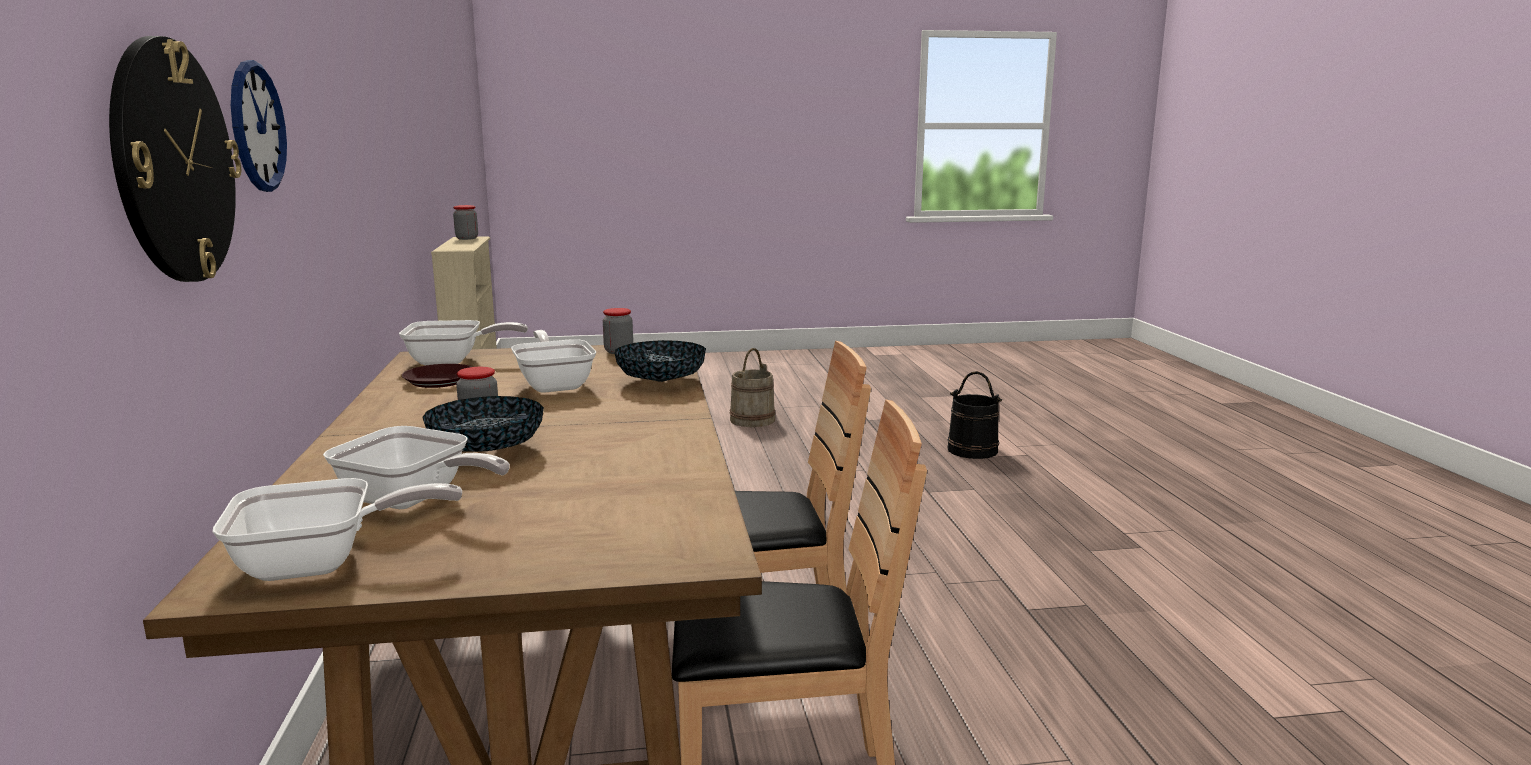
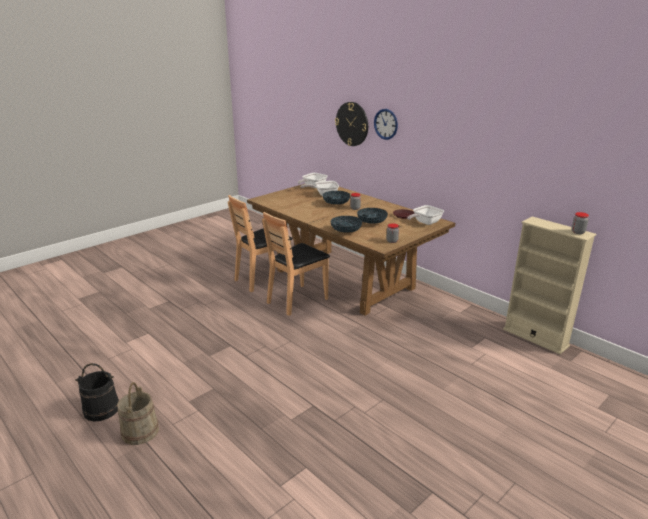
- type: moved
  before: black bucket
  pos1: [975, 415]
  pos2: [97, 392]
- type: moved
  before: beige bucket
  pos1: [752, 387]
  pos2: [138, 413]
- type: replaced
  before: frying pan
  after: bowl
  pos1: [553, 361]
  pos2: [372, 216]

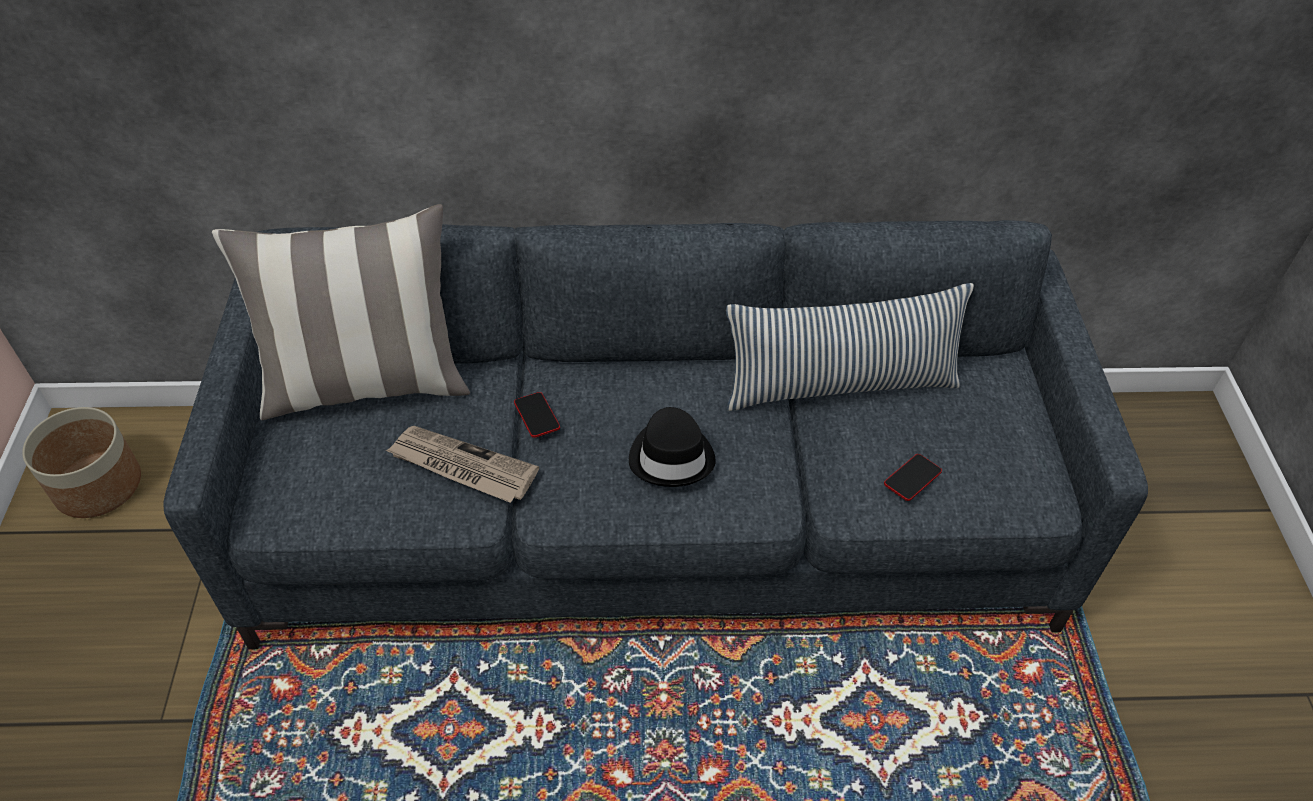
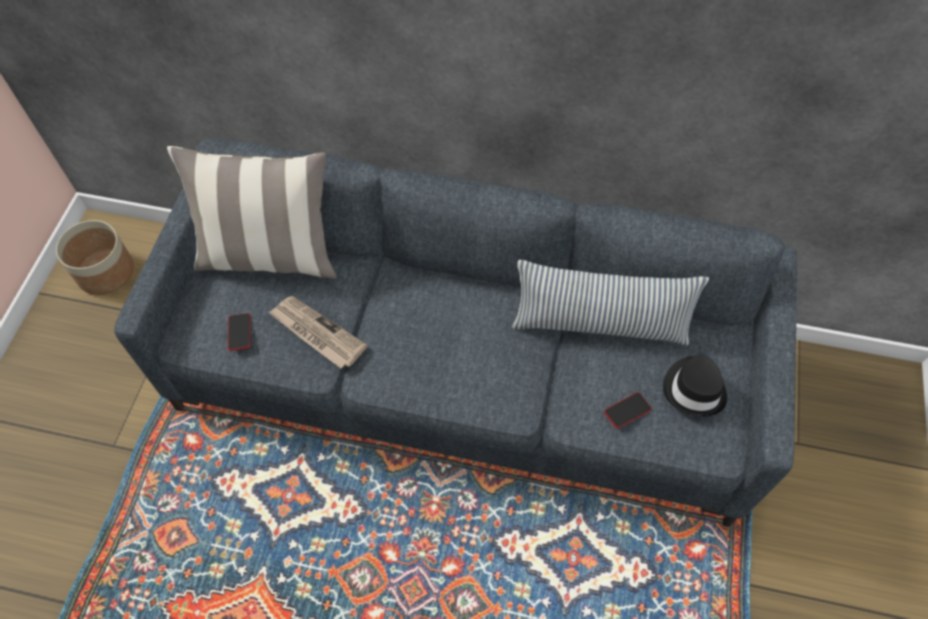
- type: moved
  before: phone
  pos1: [537, 415]
  pos2: [239, 332]
- type: moved
  before: black hat
  pos1: [672, 447]
  pos2: [695, 385]

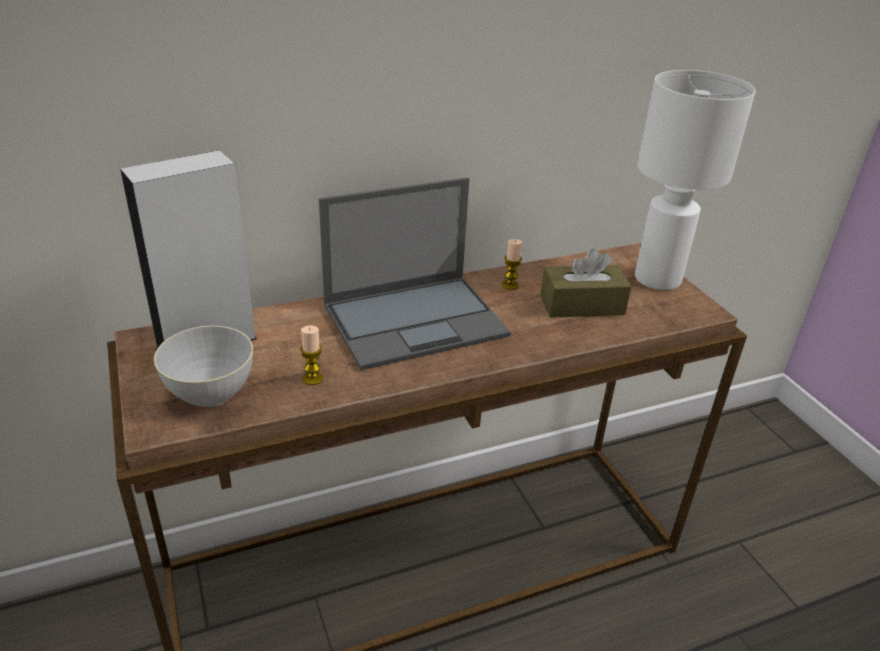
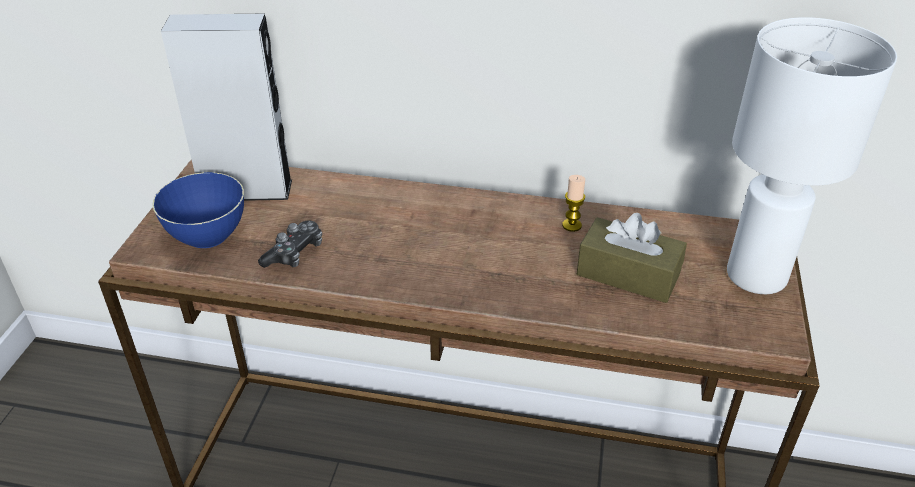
- type: recoloured
  before: grey bowl
  after: blue bowl
  pos1: [203, 366]
  pos2: [198, 210]
- type: replaced
  before: candle
  after: game controller
  pos1: [311, 355]
  pos2: [290, 244]
- type: removed
  before: laptop
  pos1: [415, 273]

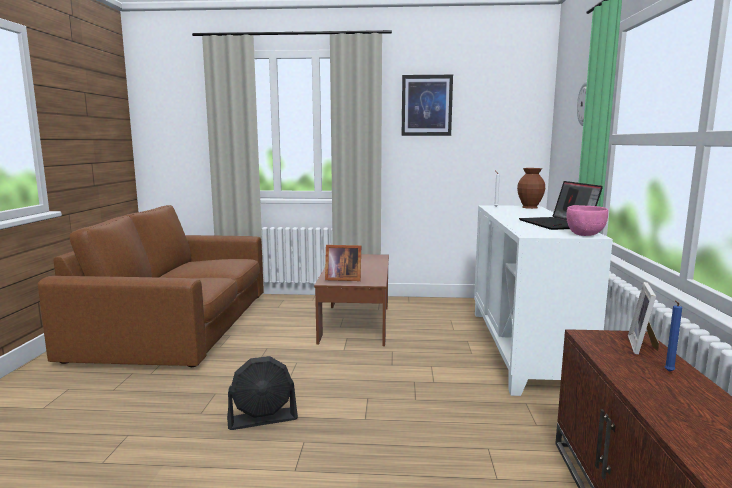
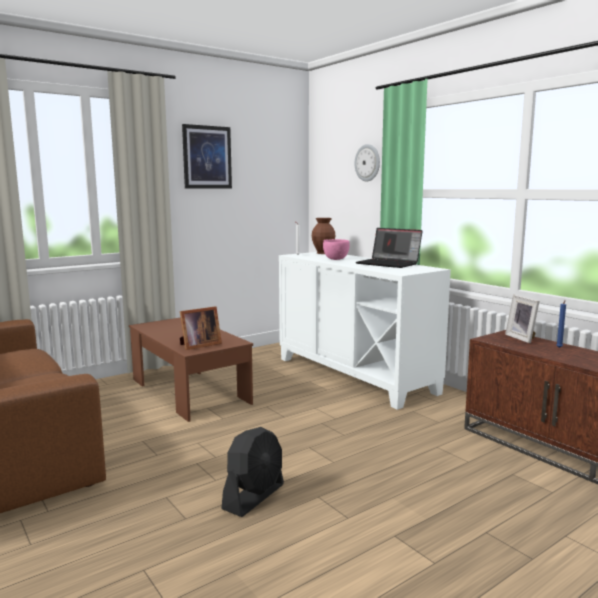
- type: moved
  before: pink bowl
  pos1: [587, 220]
  pos2: [336, 249]

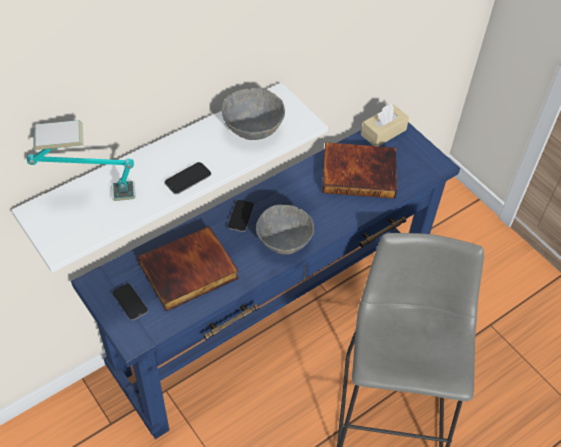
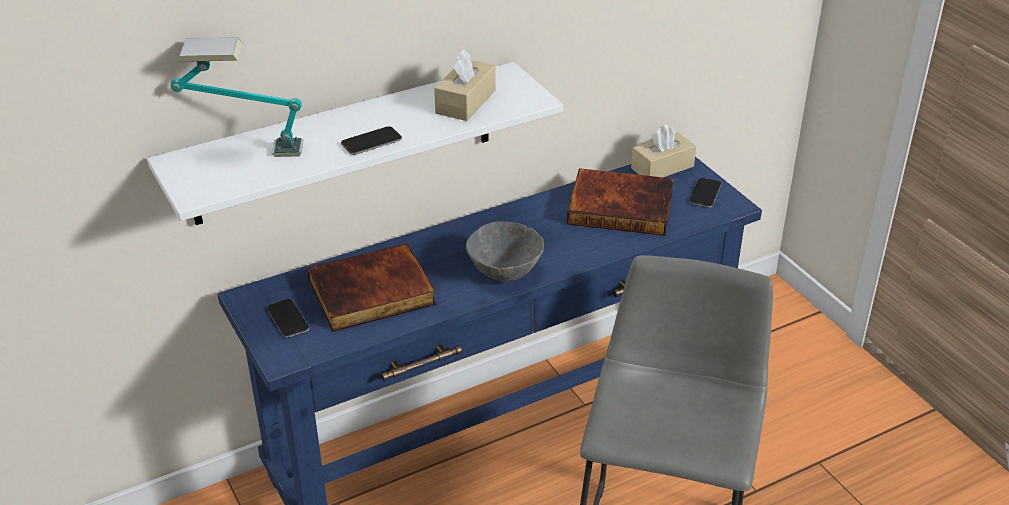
- type: replaced
  before: grey bowl
  after: beige tissue box
  pos1: [253, 114]
  pos2: [465, 85]
- type: moved
  before: phone
  pos1: [241, 216]
  pos2: [705, 193]

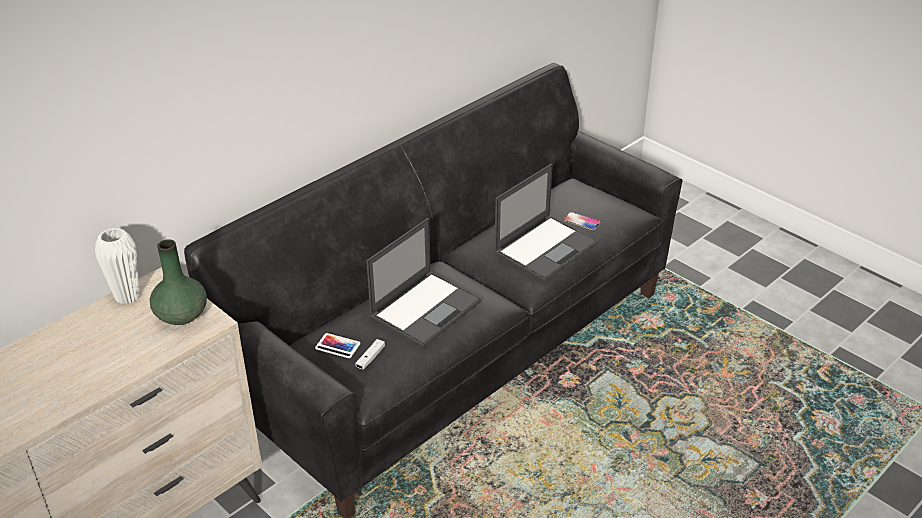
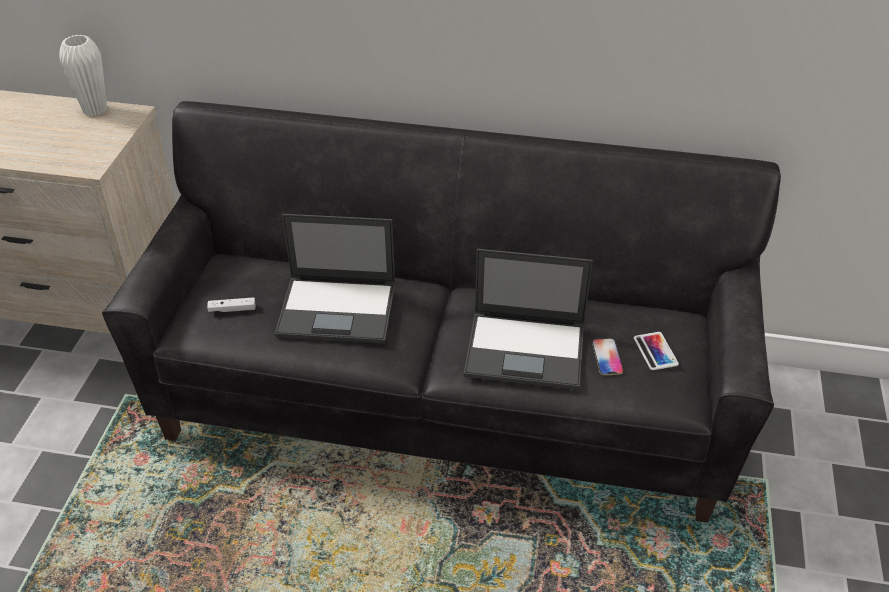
- type: moved
  before: phone
  pos1: [338, 345]
  pos2: [656, 351]
- type: removed
  before: green vase
  pos1: [178, 282]

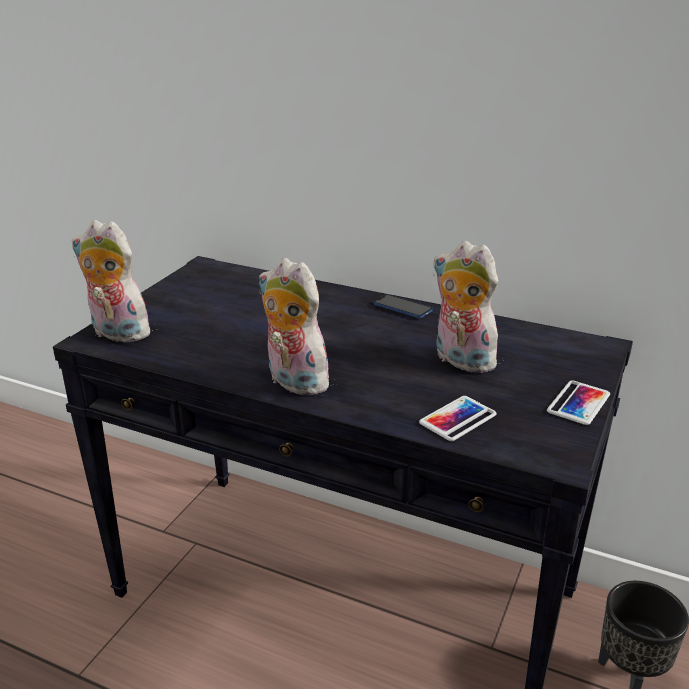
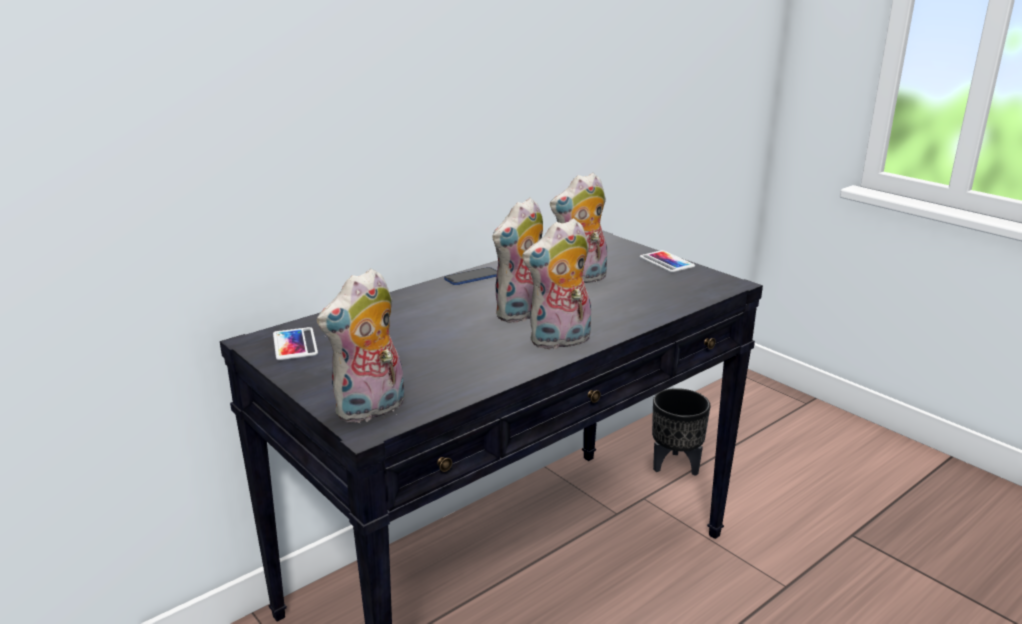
- type: moved
  before: phone
  pos1: [458, 418]
  pos2: [295, 343]
- type: added
  after: plush toy
  pos2: [518, 260]

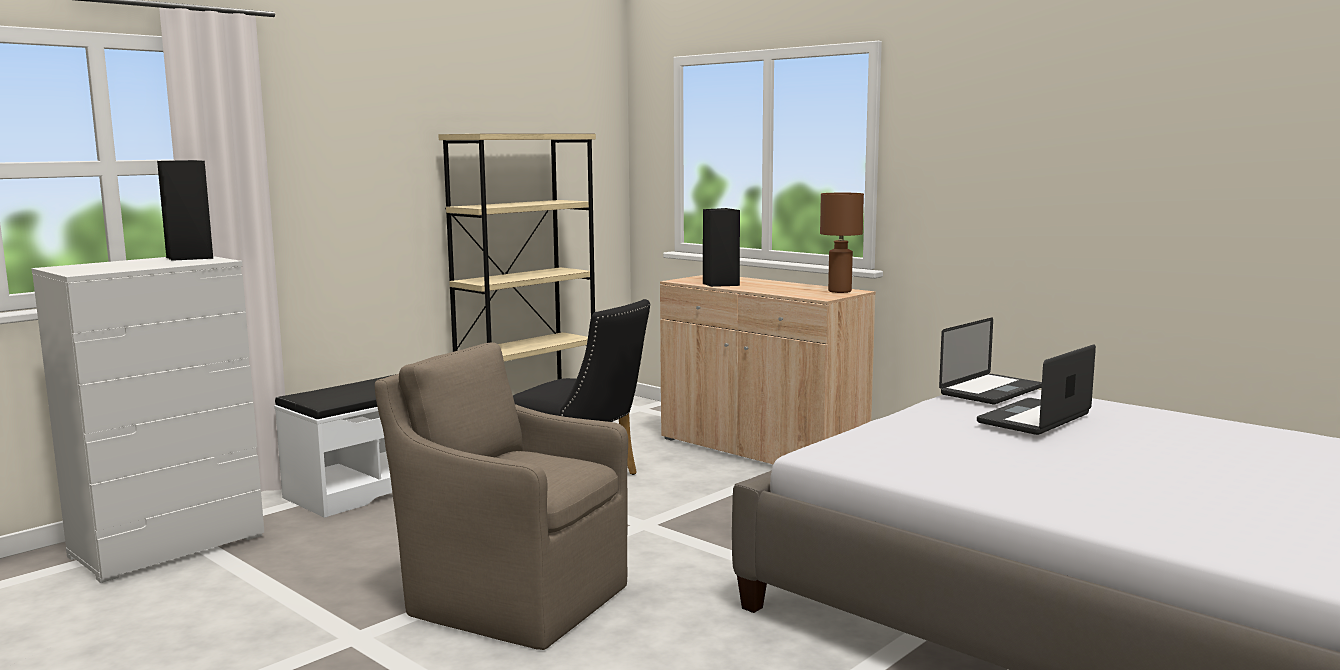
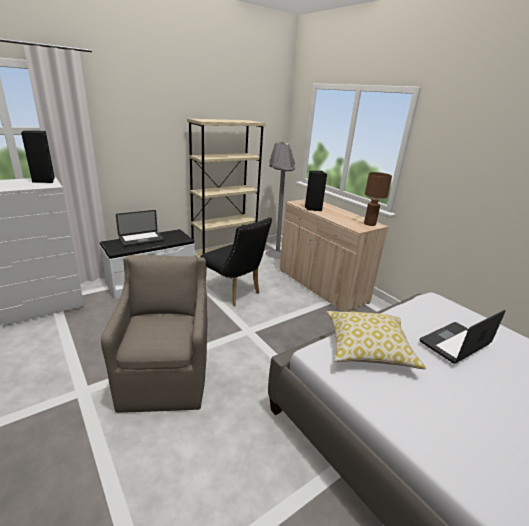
- type: turned
  before: brown armchair
  pos1: [501, 496]
  pos2: [154, 334]
  turn: 45
- type: moved
  before: laptop
  pos1: [990, 360]
  pos2: [140, 228]
- type: added
  after: grey floor lamp
  pos2: [280, 200]
- type: added
  after: pillow
  pos2: [376, 340]

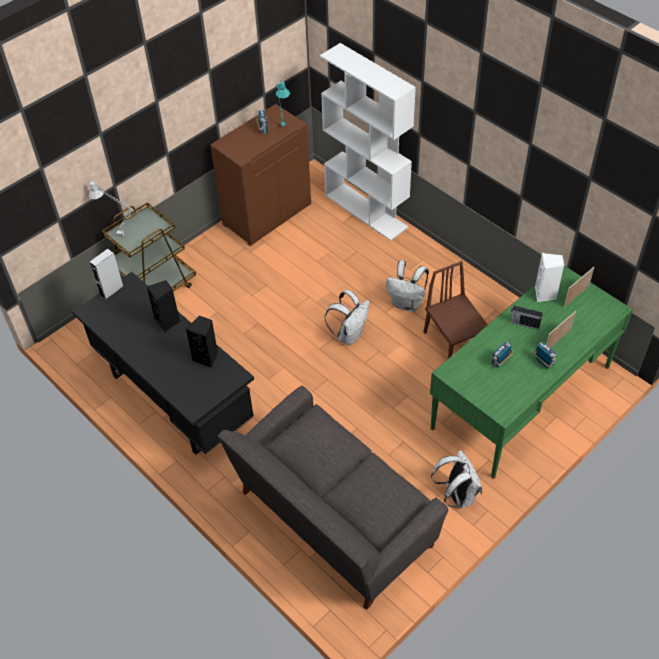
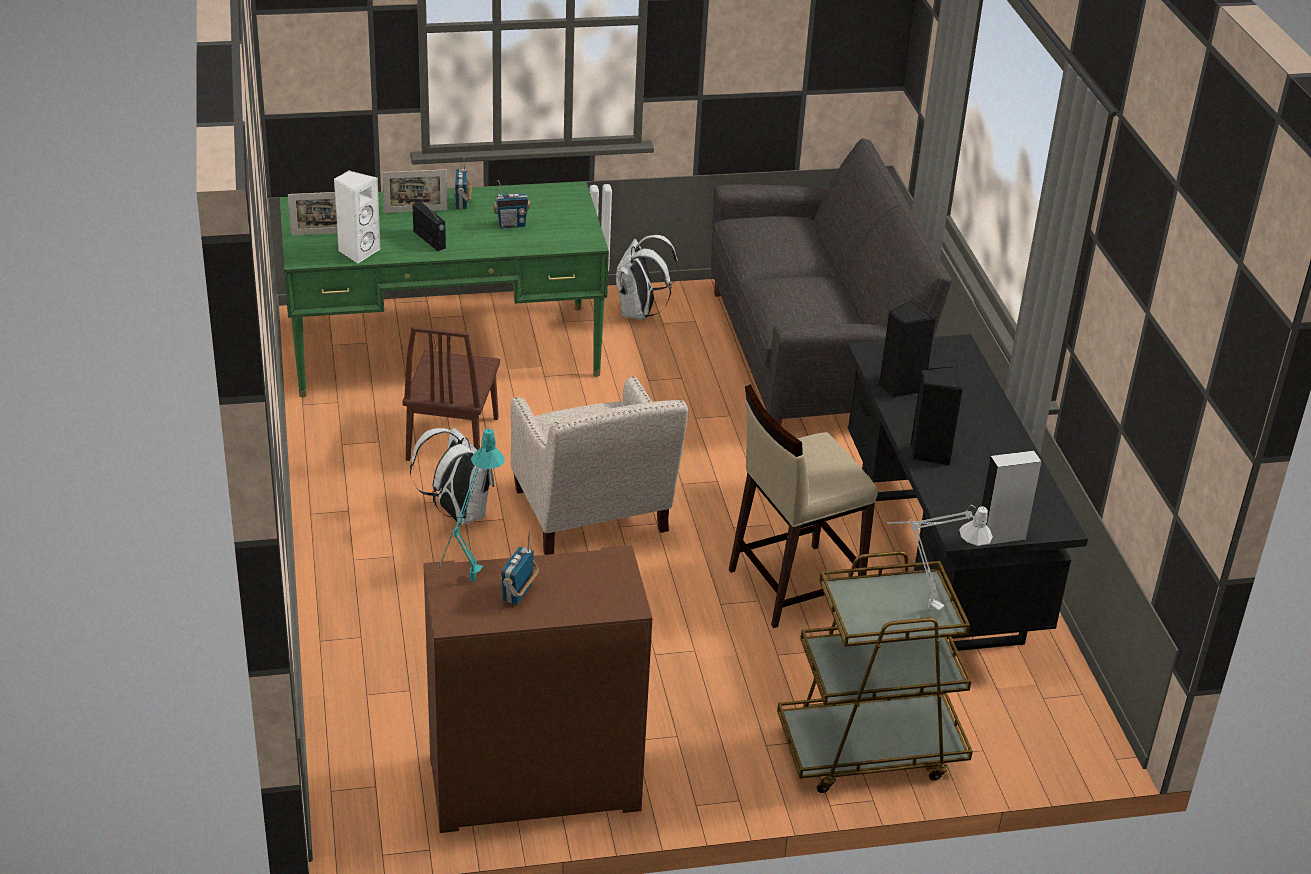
- type: replaced
  before: white backpack
  after: beige armchair
  pos1: [347, 317]
  pos2: [599, 466]
- type: added
  after: beige stool
  pos2: [803, 506]
- type: removed
  before: white bookcase
  pos1: [368, 142]

